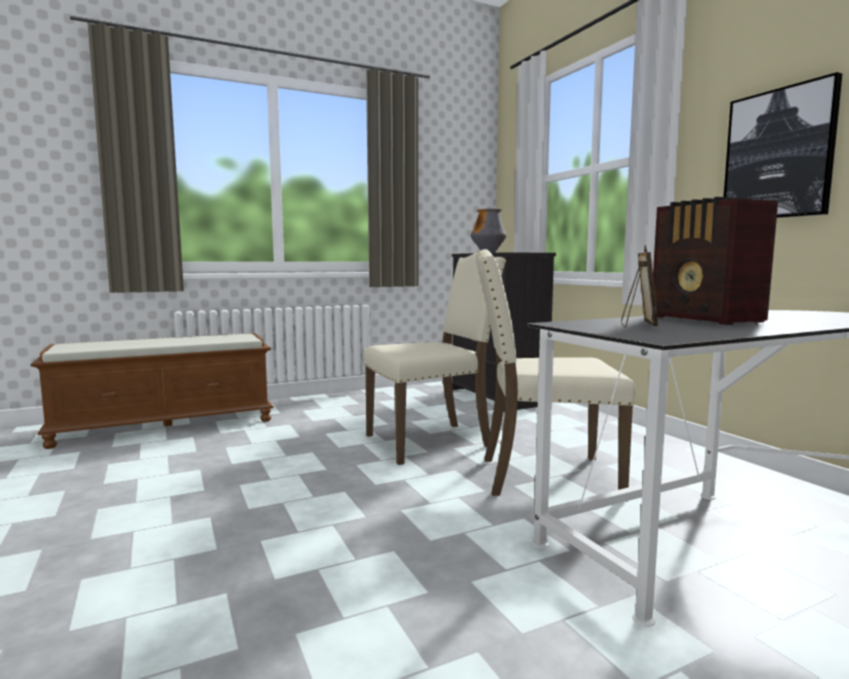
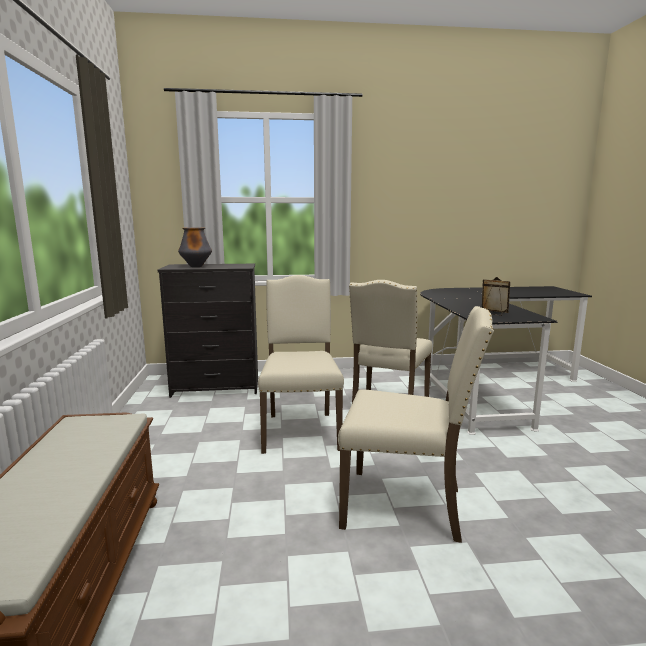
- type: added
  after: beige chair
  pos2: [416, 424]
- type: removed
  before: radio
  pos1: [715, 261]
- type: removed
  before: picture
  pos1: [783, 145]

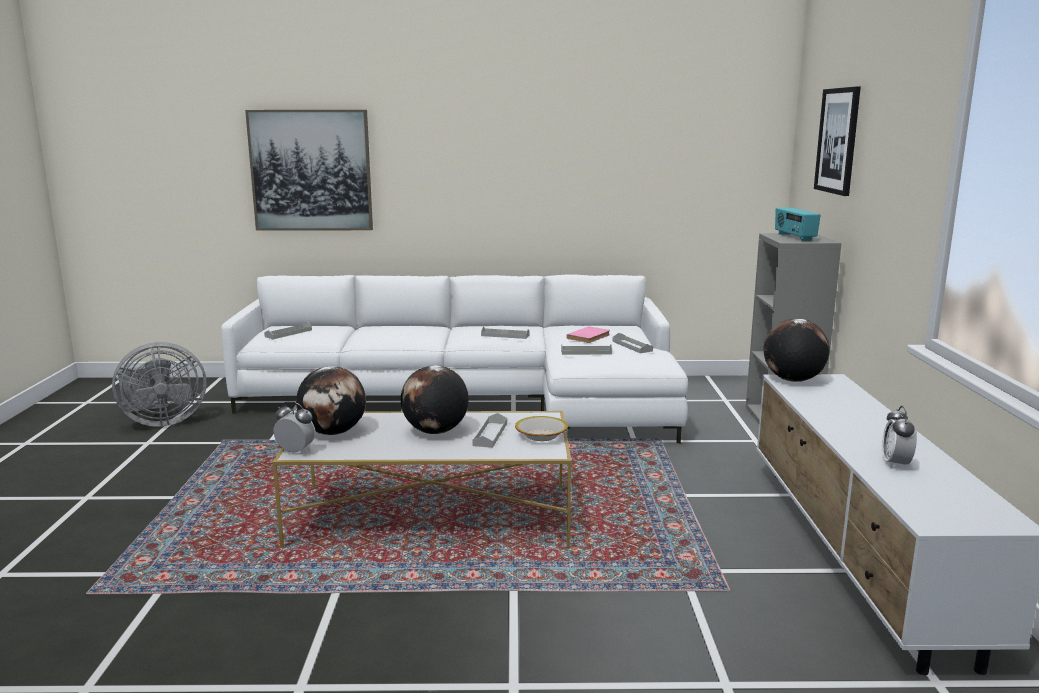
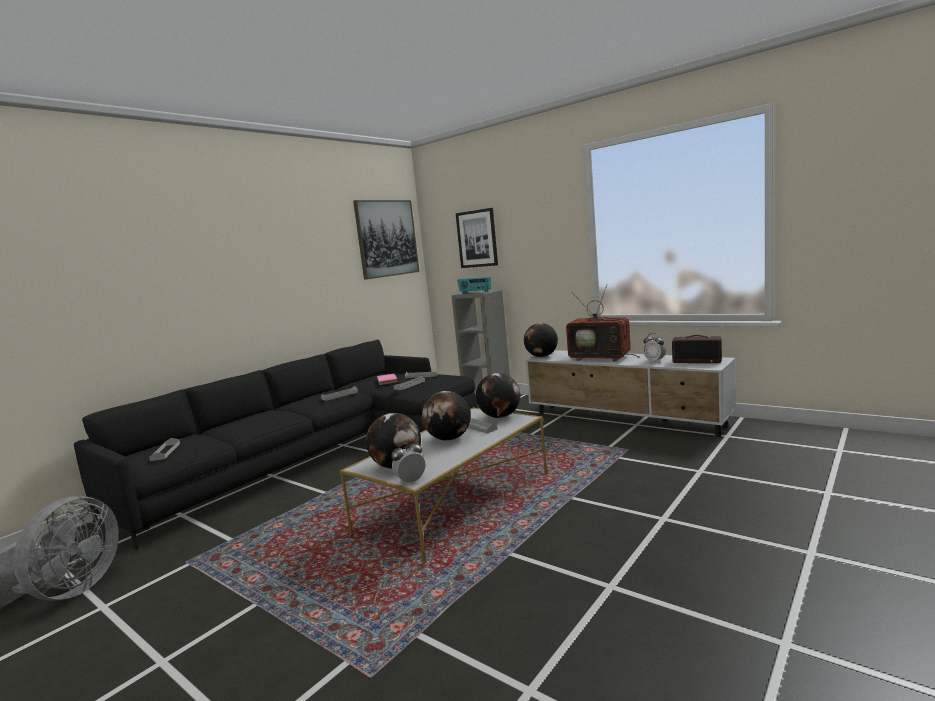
- type: recoloured
  before: white sofa
  after: black sofa
  pos1: [454, 358]
  pos2: [276, 445]
- type: moved
  before: picture
  pos1: [309, 170]
  pos2: [386, 240]
- type: replaced
  before: bowl
  after: globe
  pos1: [541, 428]
  pos2: [498, 395]
- type: added
  after: television
  pos2: [603, 323]
- type: added
  after: radio
  pos2: [697, 349]

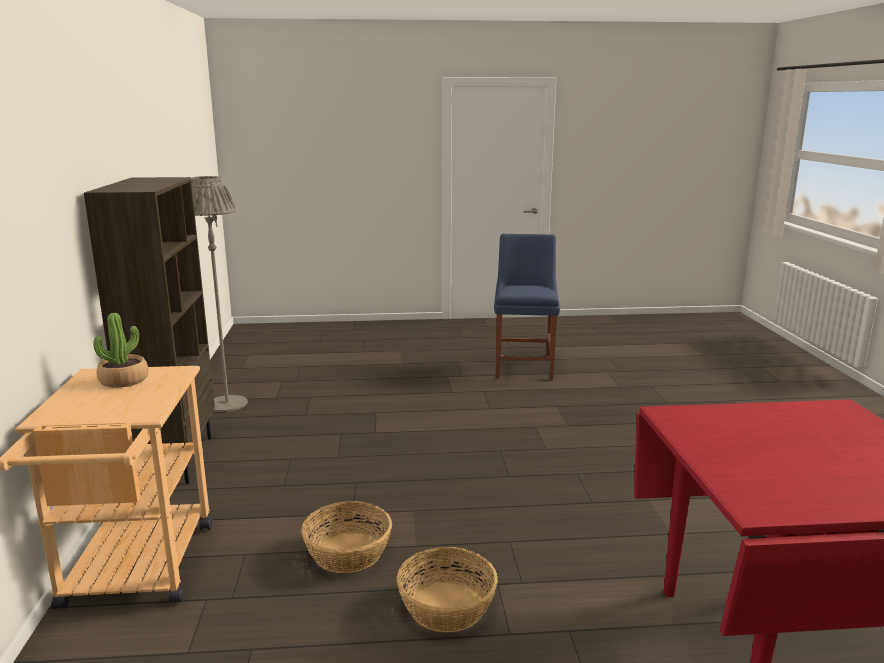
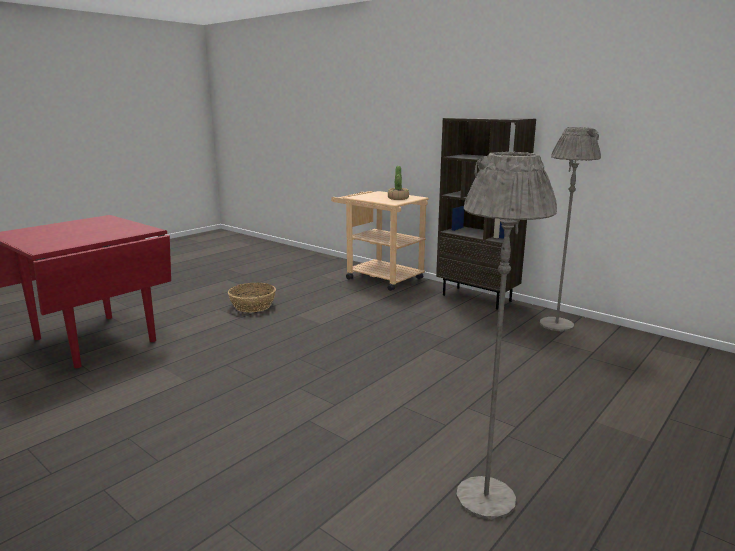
- type: replaced
  before: blue chair
  after: grey floor lamp
  pos1: [527, 307]
  pos2: [506, 336]
- type: removed
  before: basket
  pos1: [346, 537]

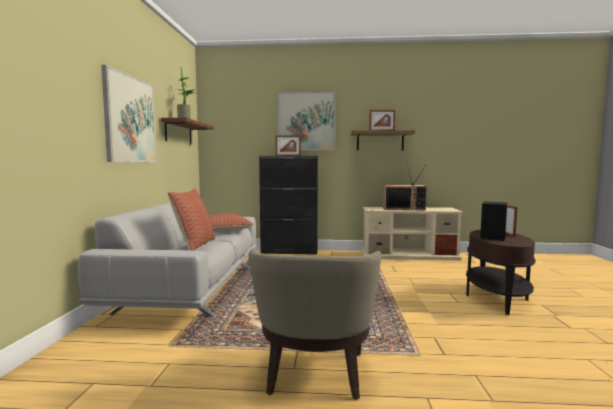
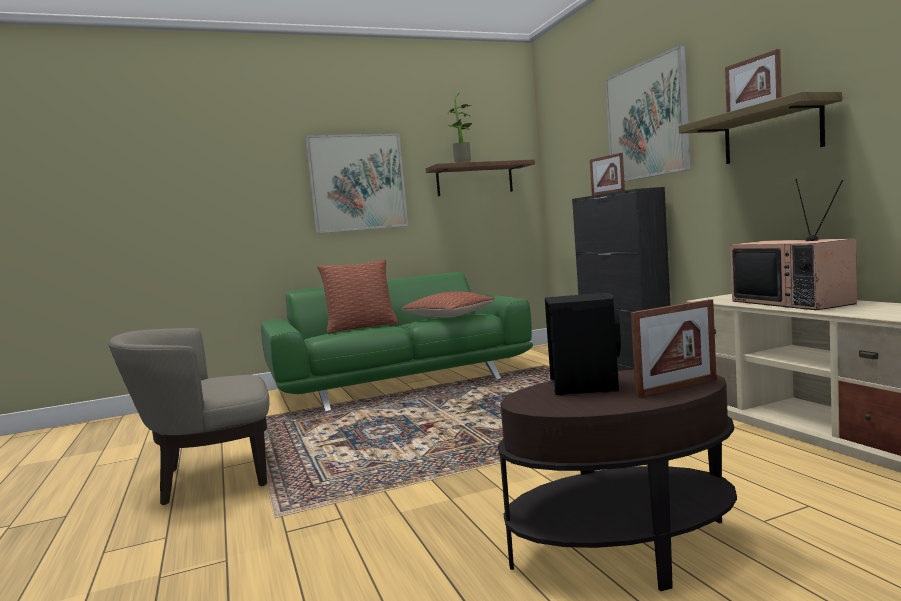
- type: recoloured
  before: grey sofa
  after: green sofa
  pos1: [167, 260]
  pos2: [397, 341]

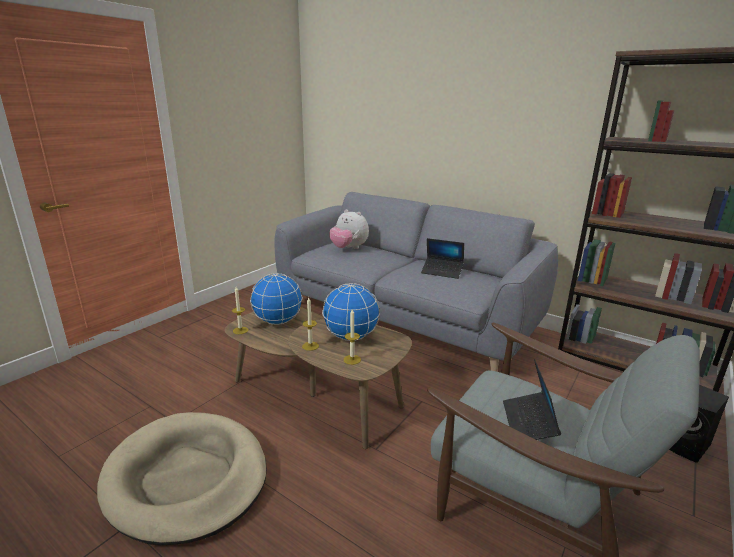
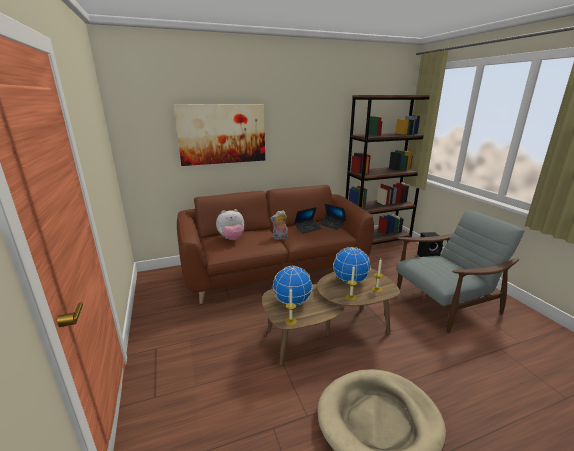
- type: added
  after: picture
  pos2: [219, 135]
- type: recoloured
  before: grey sofa
  after: brown sofa
  pos1: [416, 282]
  pos2: [275, 244]
- type: added
  after: plush toy
  pos2: [279, 225]
- type: moved
  before: laptop
  pos1: [532, 399]
  pos2: [332, 217]

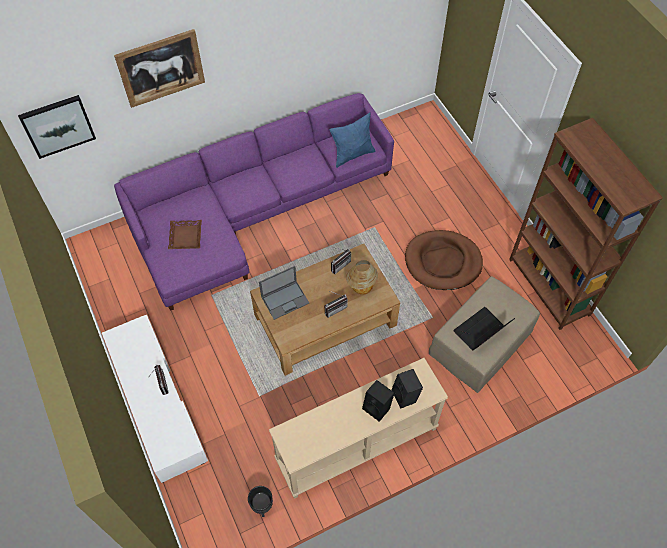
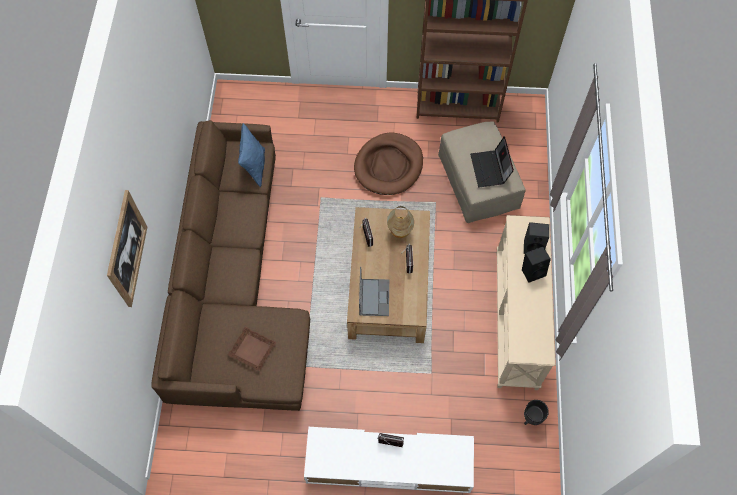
- type: recoloured
  before: purple sofa
  after: brown sofa
  pos1: [254, 202]
  pos2: [230, 265]
- type: removed
  before: picture
  pos1: [57, 127]

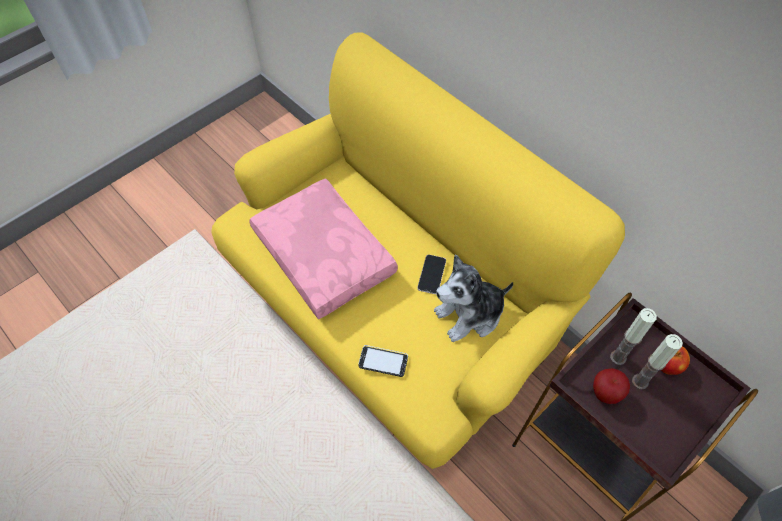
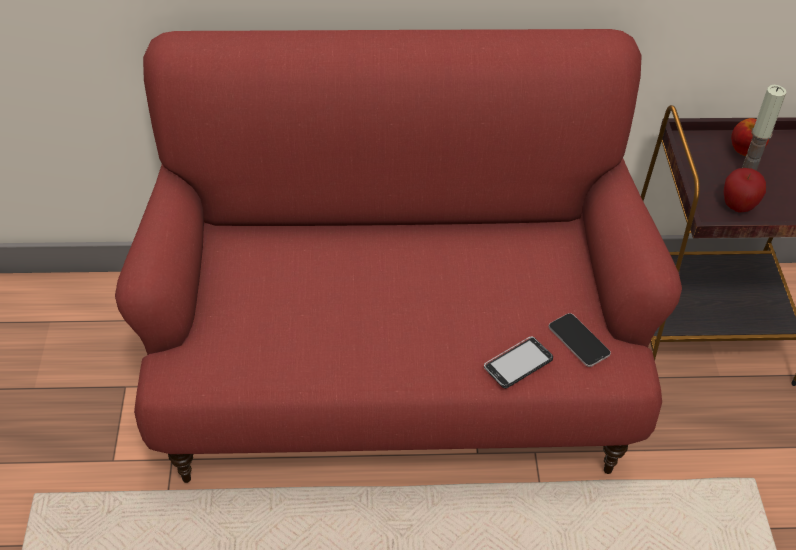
- type: recoloured
  before: yellow sofa
  after: red sofa
  pos1: [418, 250]
  pos2: [398, 256]
- type: moved
  before: phone
  pos1: [431, 274]
  pos2: [580, 340]
- type: removed
  before: pink pillow
  pos1: [323, 248]
- type: removed
  before: plush toy
  pos1: [473, 298]
- type: removed
  before: candle
  pos1: [633, 336]

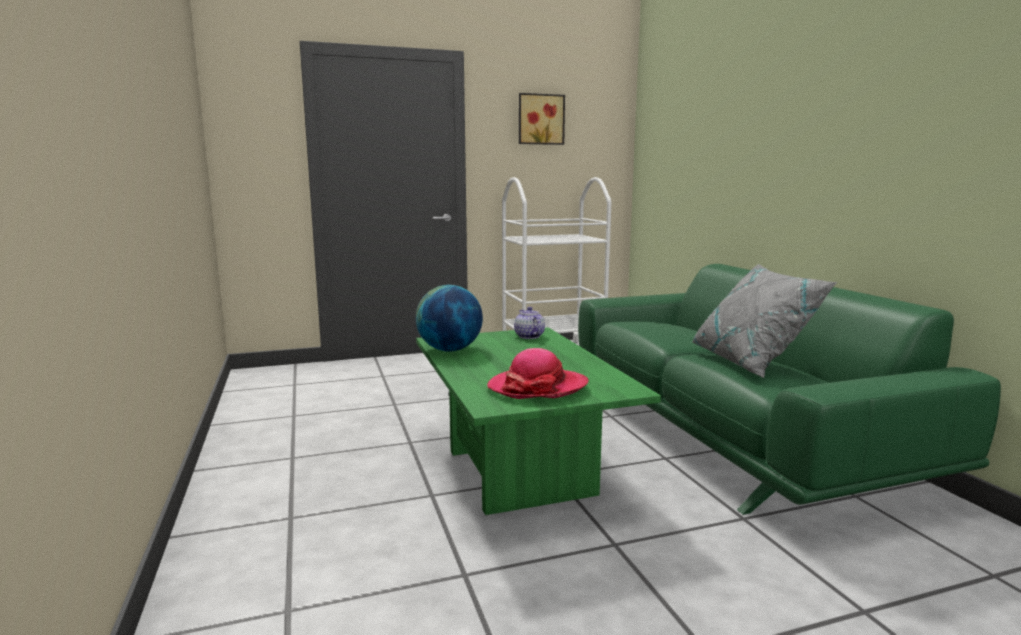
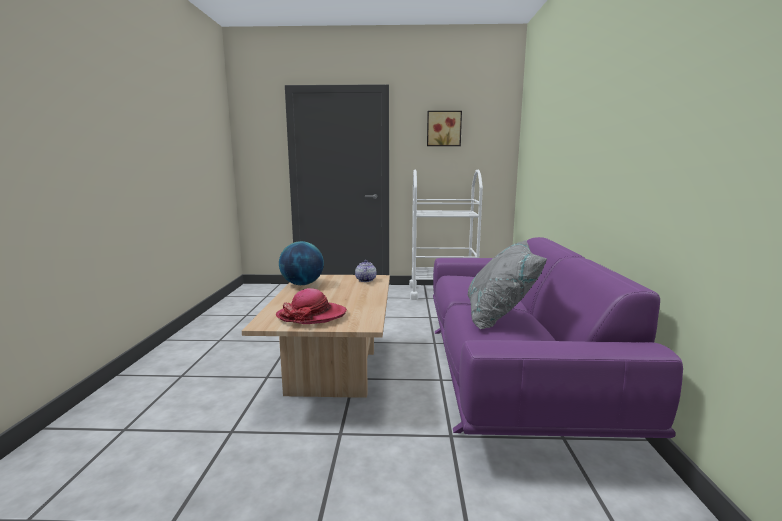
- type: recoloured
  before: green coffee table
  after: beige coffee table
  pos1: [538, 421]
  pos2: [316, 336]
- type: recoloured
  before: green sofa
  after: purple sofa
  pos1: [789, 389]
  pos2: [558, 337]

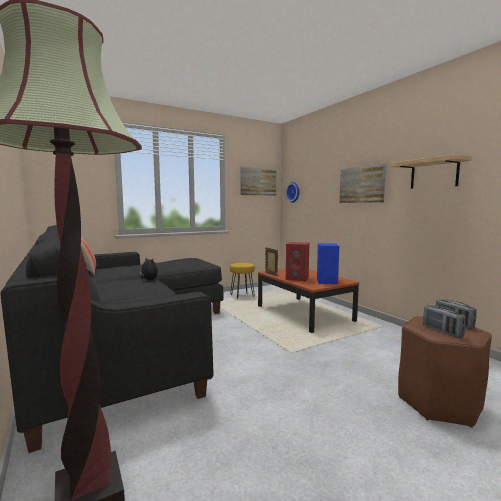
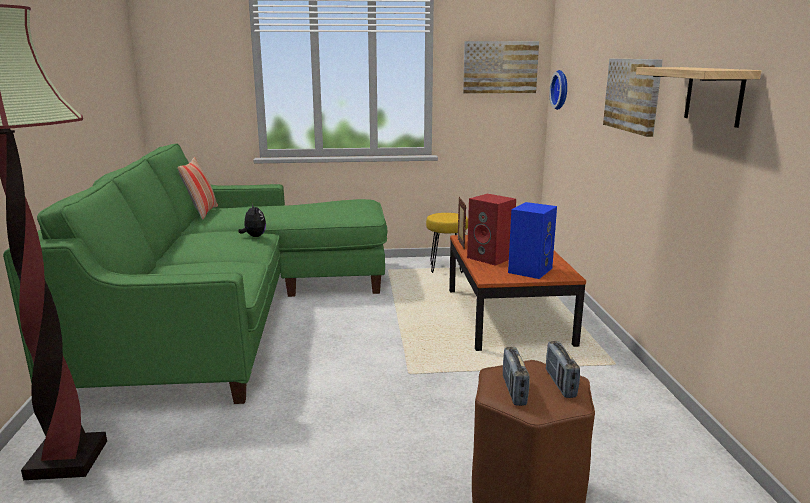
- type: recoloured
  before: black sofa
  after: green sofa
  pos1: [111, 339]
  pos2: [195, 273]

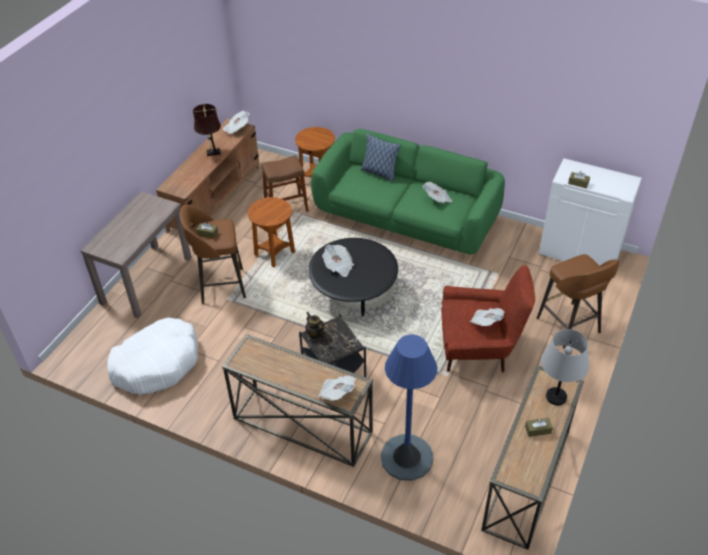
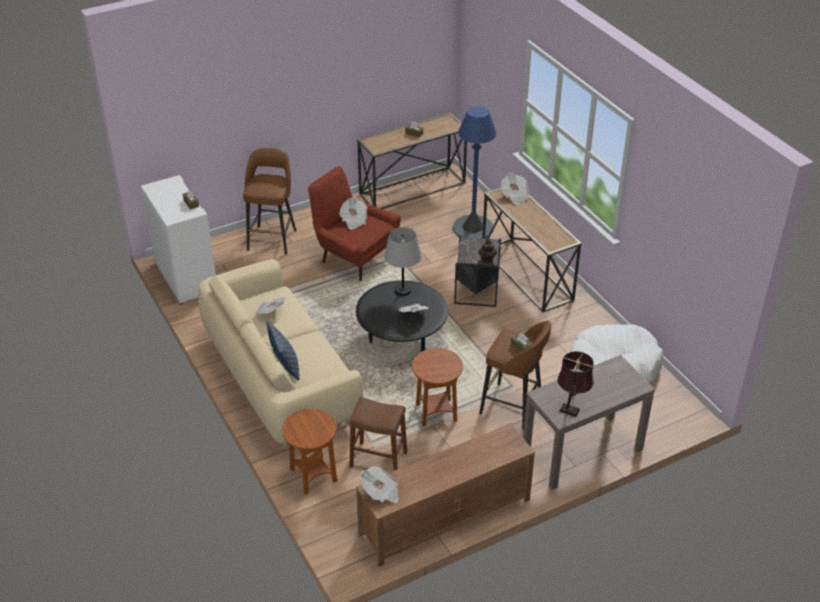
- type: recoloured
  before: green sofa
  after: beige sofa
  pos1: [408, 194]
  pos2: [280, 353]
- type: moved
  before: grey table lamp
  pos1: [565, 367]
  pos2: [403, 261]
- type: moved
  before: brown table lamp
  pos1: [207, 130]
  pos2: [575, 384]

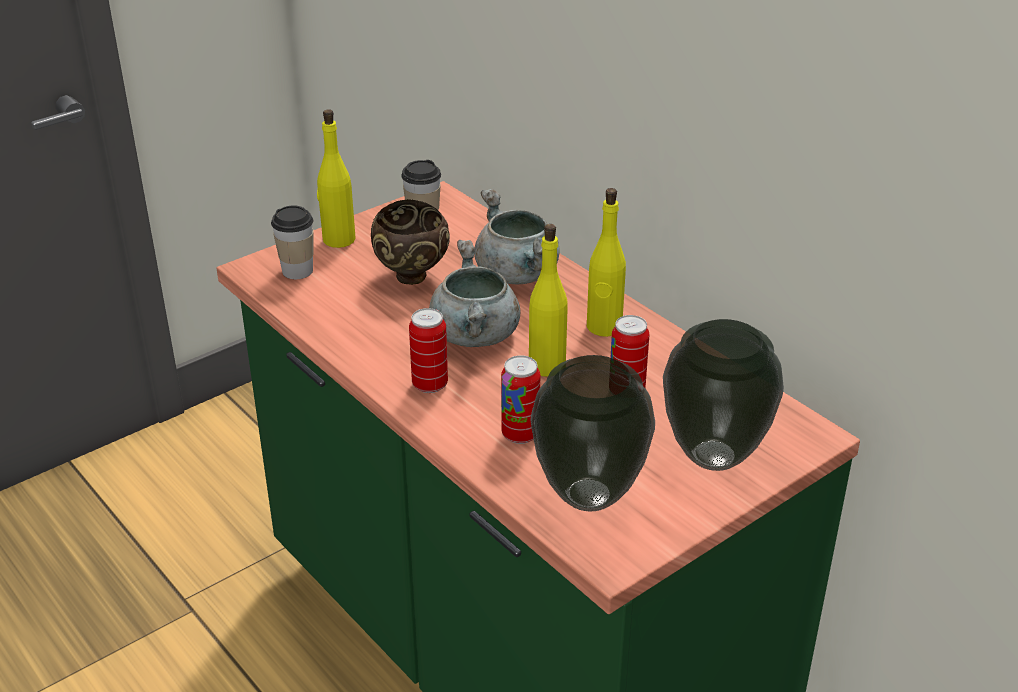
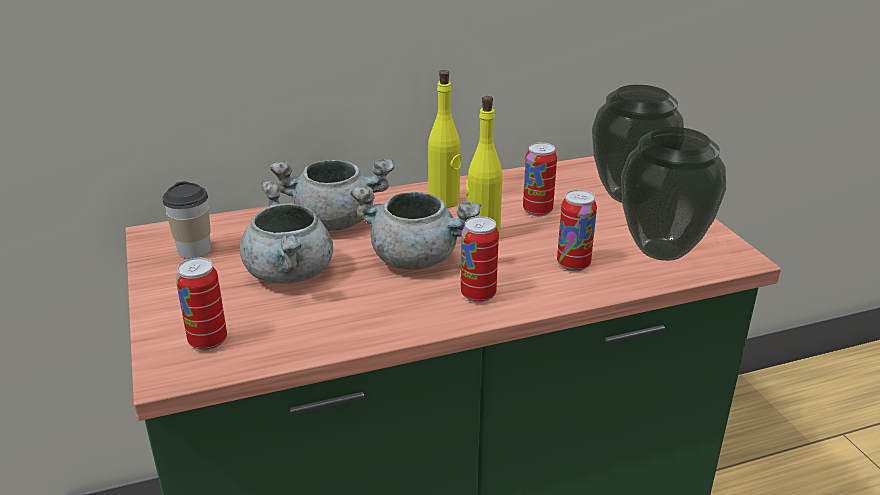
- type: replaced
  before: cup
  after: can
  pos1: [292, 242]
  pos2: [201, 304]
- type: replaced
  before: brown bowl
  after: grey cooking pot
  pos1: [410, 242]
  pos2: [286, 232]
- type: removed
  before: yellow bottle
  pos1: [336, 178]

